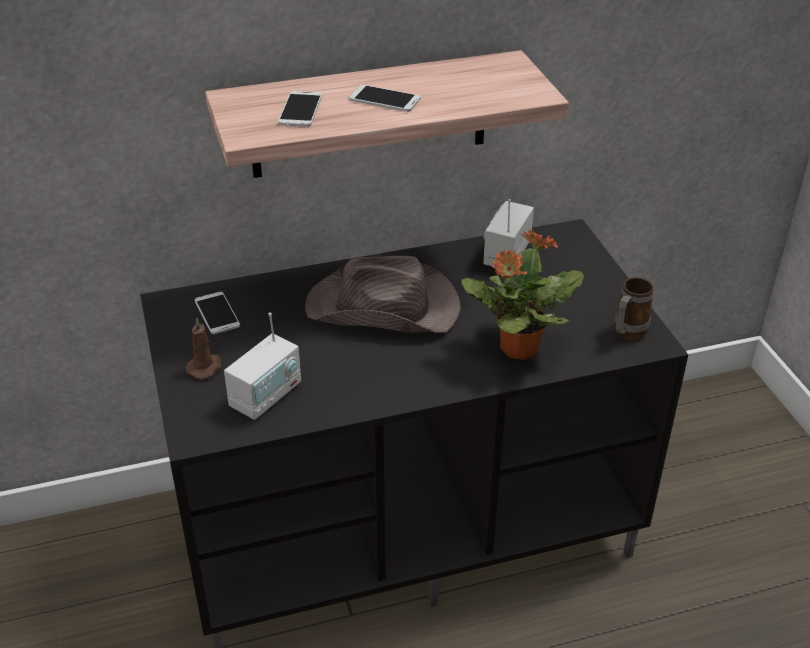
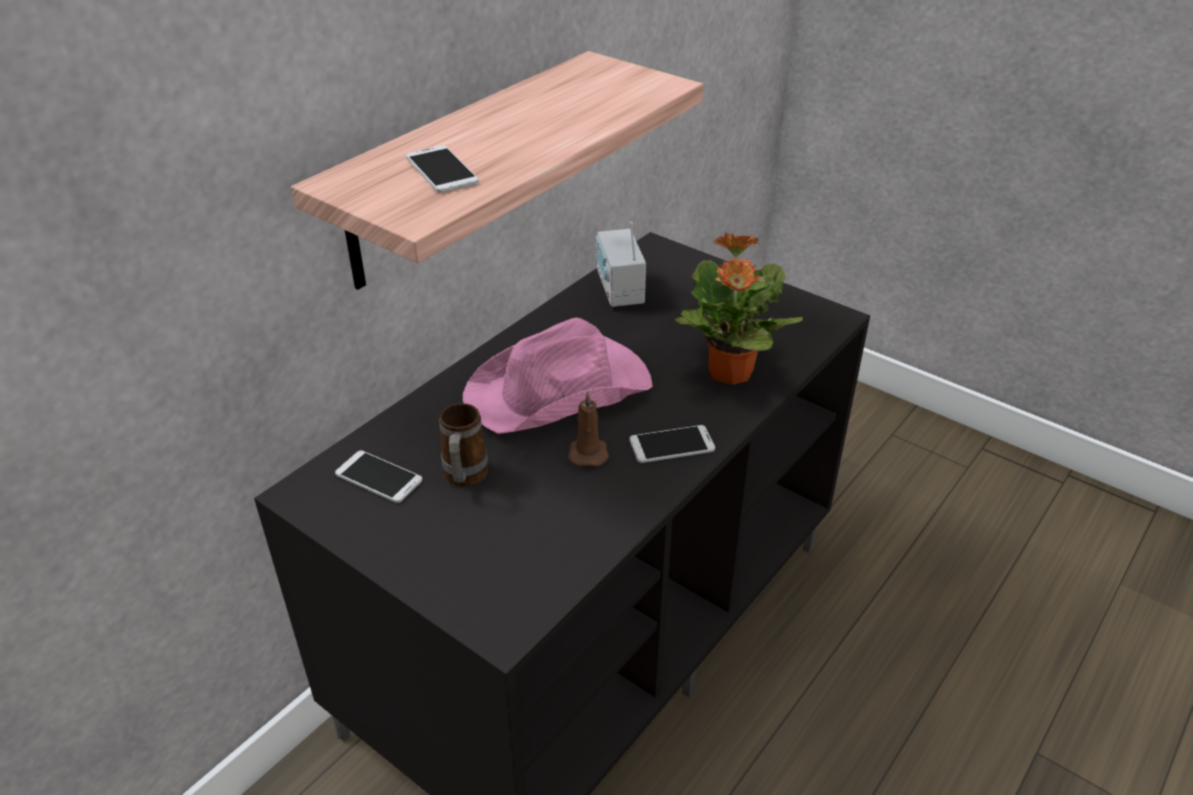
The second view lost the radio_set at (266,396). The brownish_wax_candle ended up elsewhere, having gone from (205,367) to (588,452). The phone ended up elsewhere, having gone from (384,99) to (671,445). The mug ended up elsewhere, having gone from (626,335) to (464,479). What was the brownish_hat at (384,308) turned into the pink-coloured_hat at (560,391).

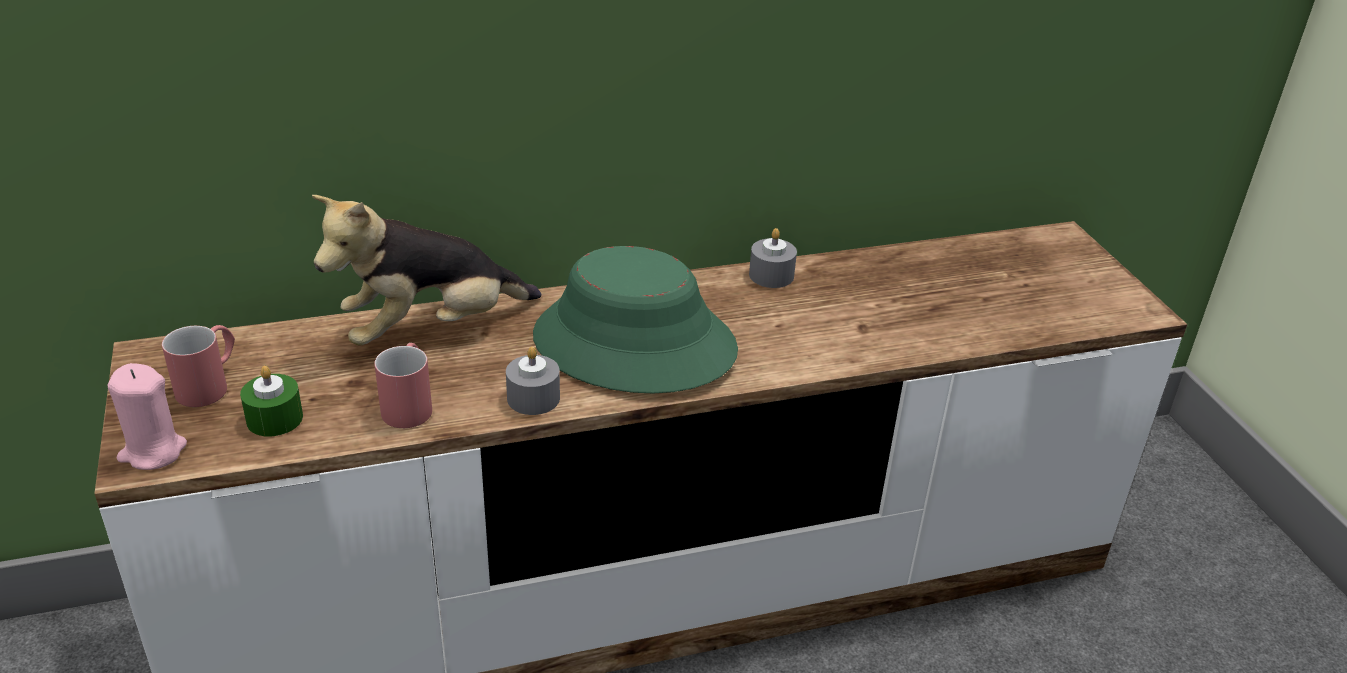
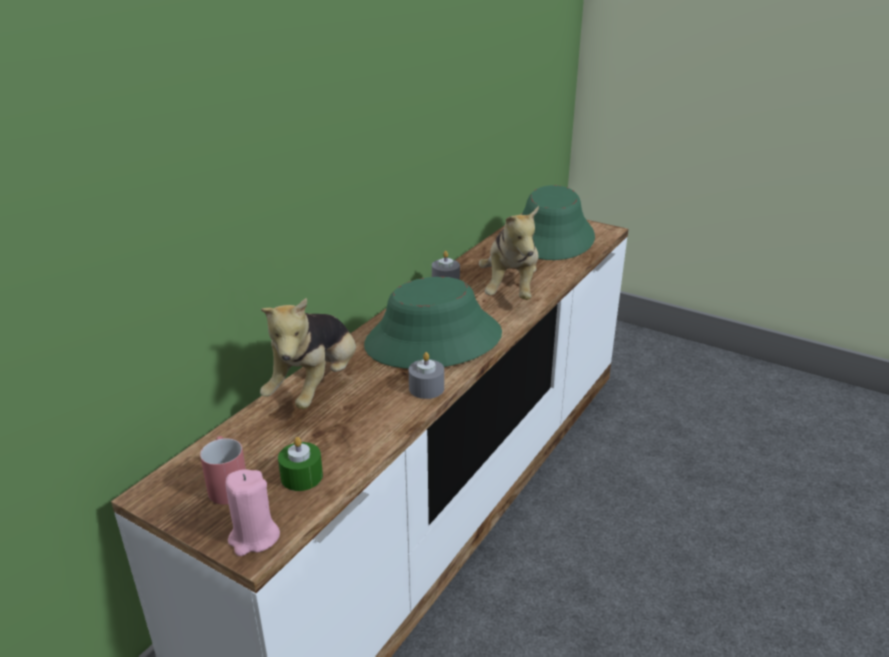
The second view lost the red-coloured_mug at (409,404). The second view gained the soft_toy at (511,289). The second view gained the green-coloured_hat at (551,237).

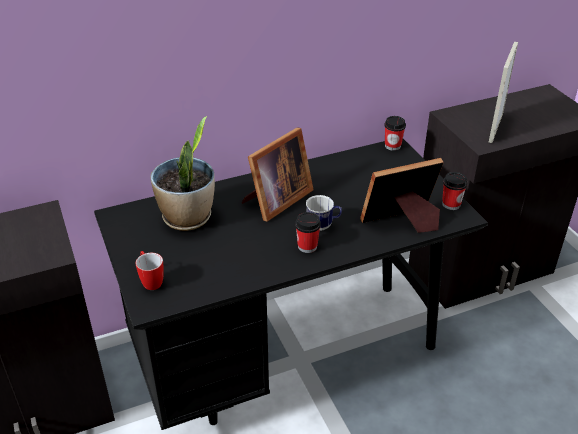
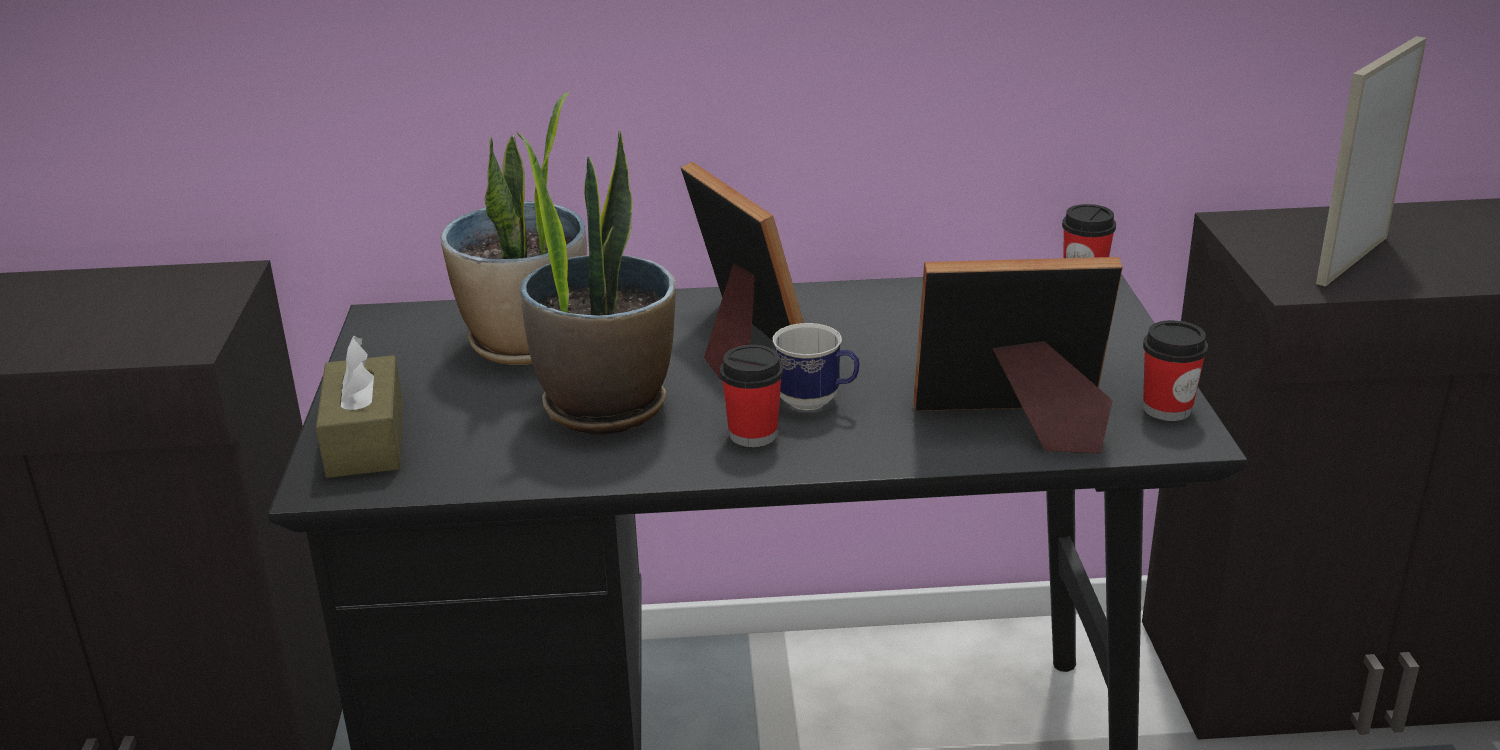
The second view gained the potted_plant at (605,406). Where the mug stood at (150,281), the brownish_tissue_holder came to stand at (366,439). The picture_frame at (275,200) ended up facing another way, 90 degrees counterclockwise from before.

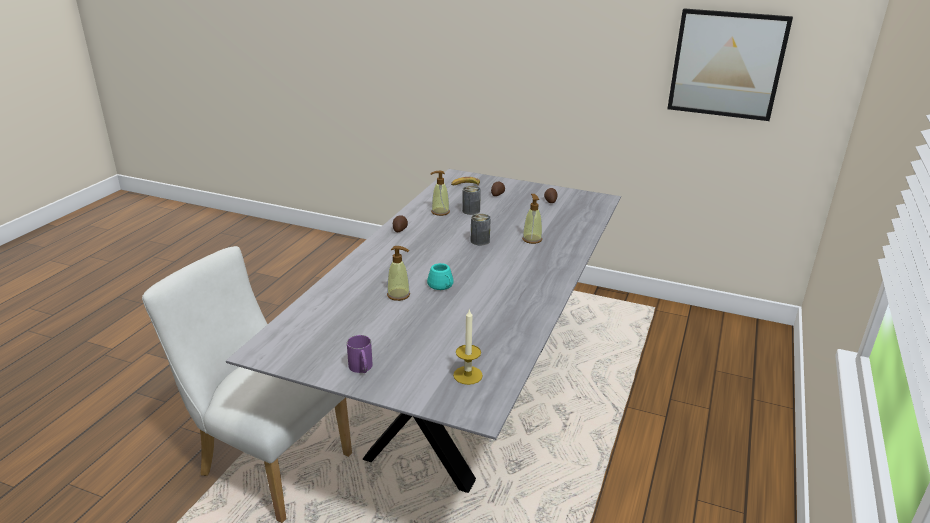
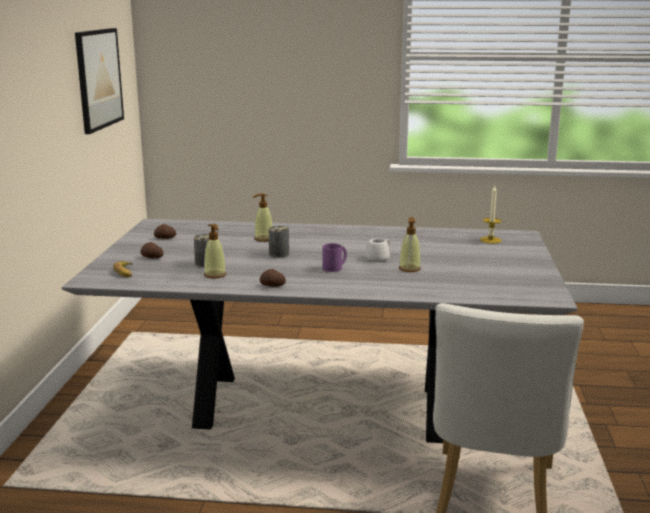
The purplish_mug ended up elsewhere, having gone from (361,368) to (335,267). What was the turquoise_mug at (442,286) turned into the white_mug at (379,257).

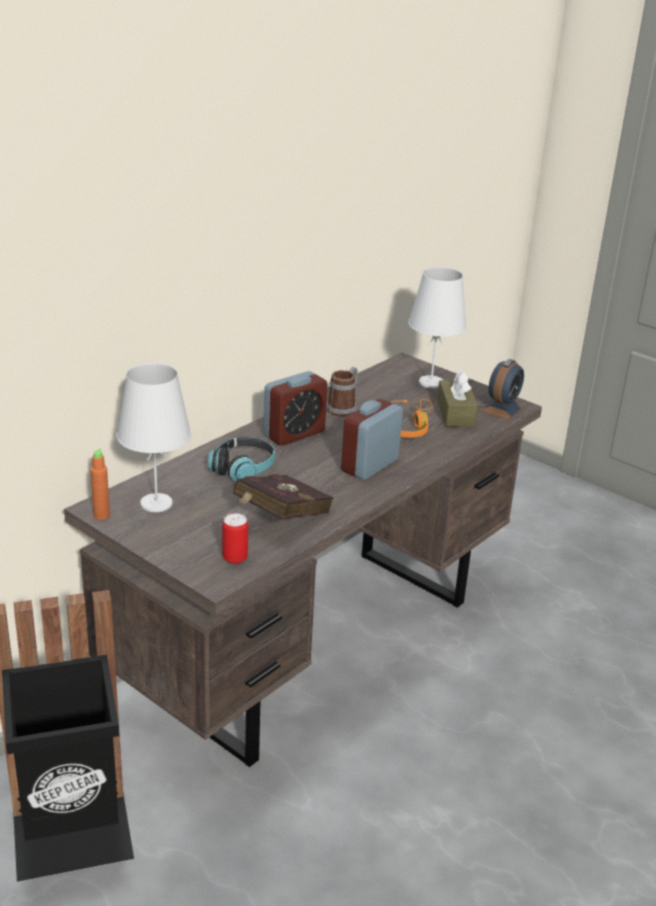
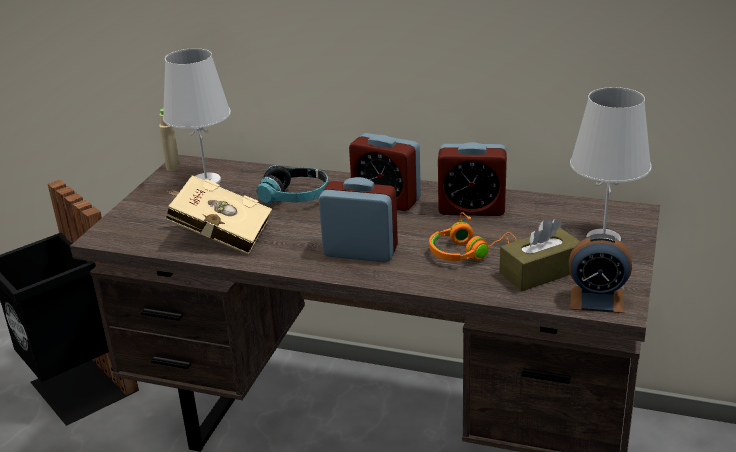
The second view lost the sealed_can at (235,558). Where the mug stood at (344,408), the bedside_clock came to stand at (471,209). What was the orange-coloured_bottle at (101,515) turned into the beige_bottle at (173,168). What was the red-coloured_bound_book at (279,519) turned into the beige_bound_book at (219,235).

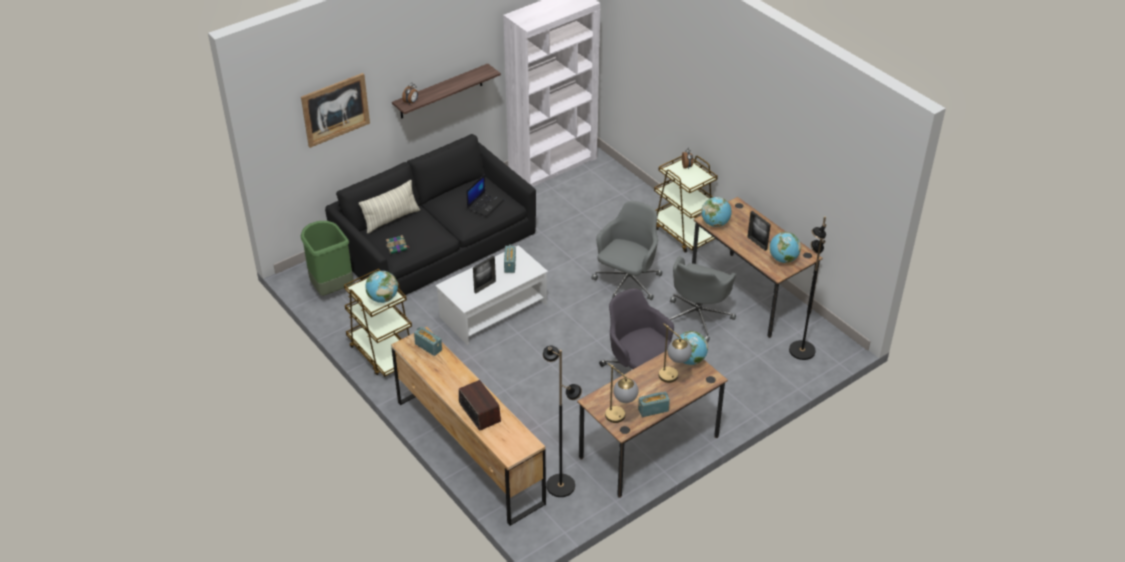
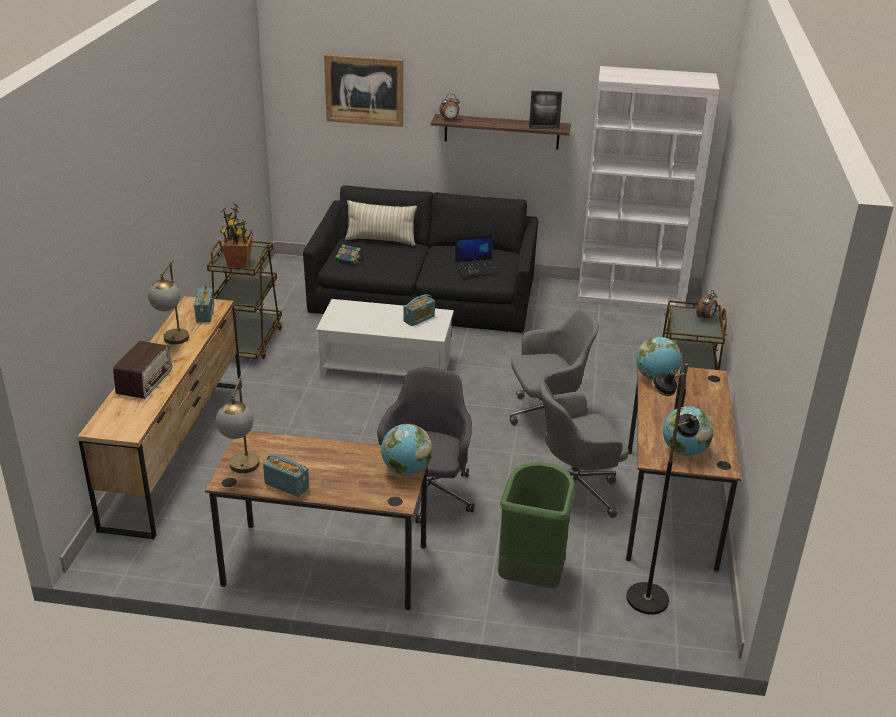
The second view lost the black_standing_lamp at (561,485). The green-coloured_waste_bin ended up elsewhere, having gone from (330,288) to (531,576). The picture_frame ended up elsewhere, having gone from (485,286) to (544,128). The tabletop_lamp ended up elsewhere, having gone from (673,379) to (173,343). Where the world_globe stood at (383,298), the potted_plant came to stand at (239,264).

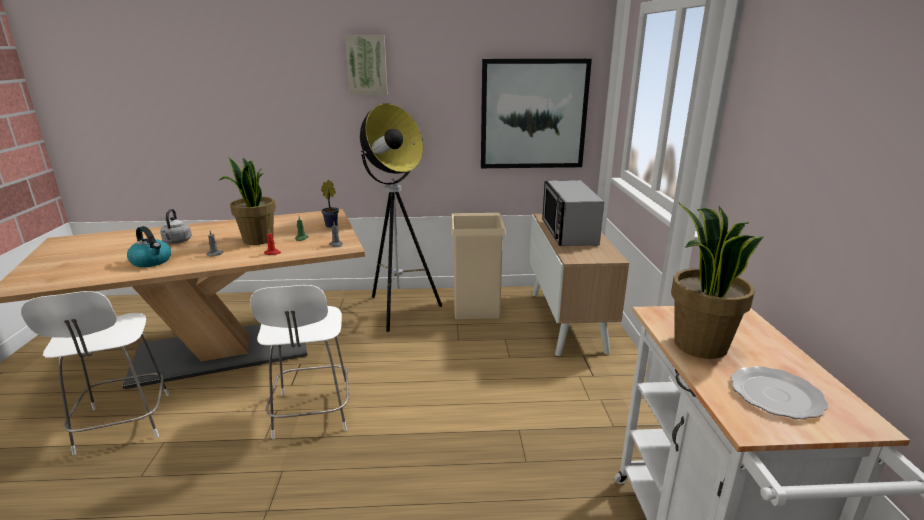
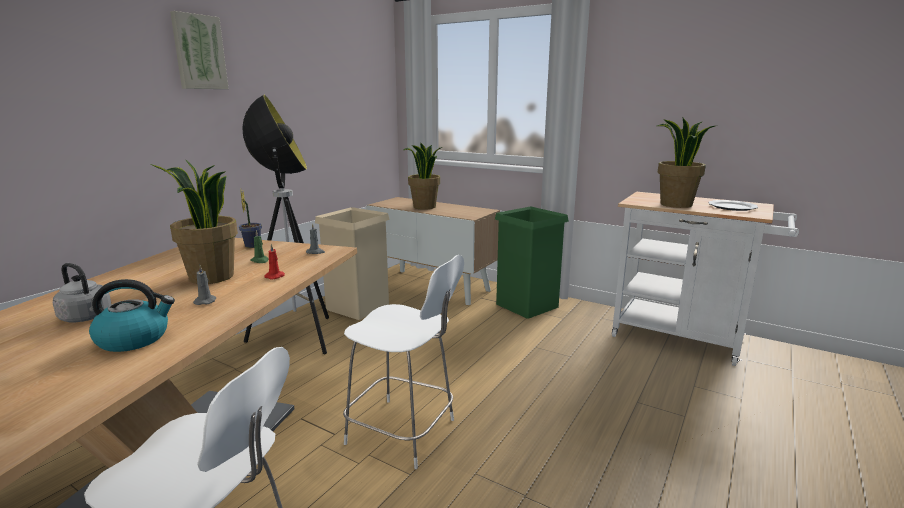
The second view lost the picture at (533,114). The second view gained the green-coloured_waste_bin at (527,305). Where the microwave_oven stood at (568,232), the potted_plant came to stand at (424,207).

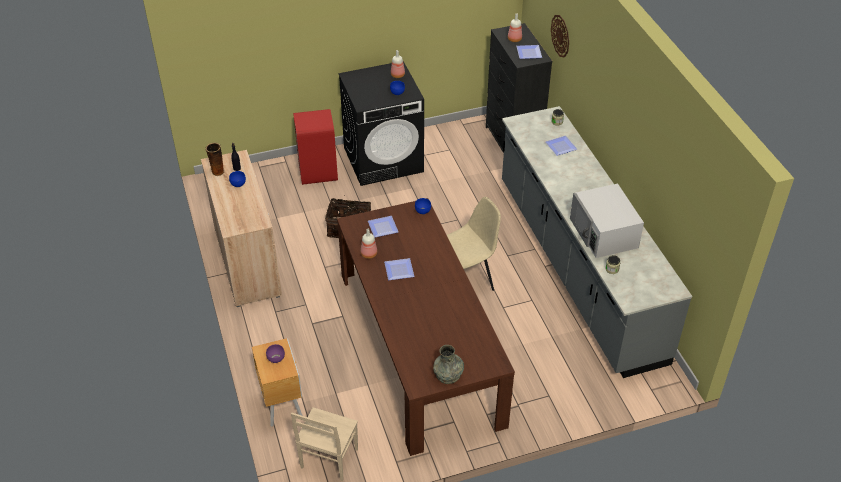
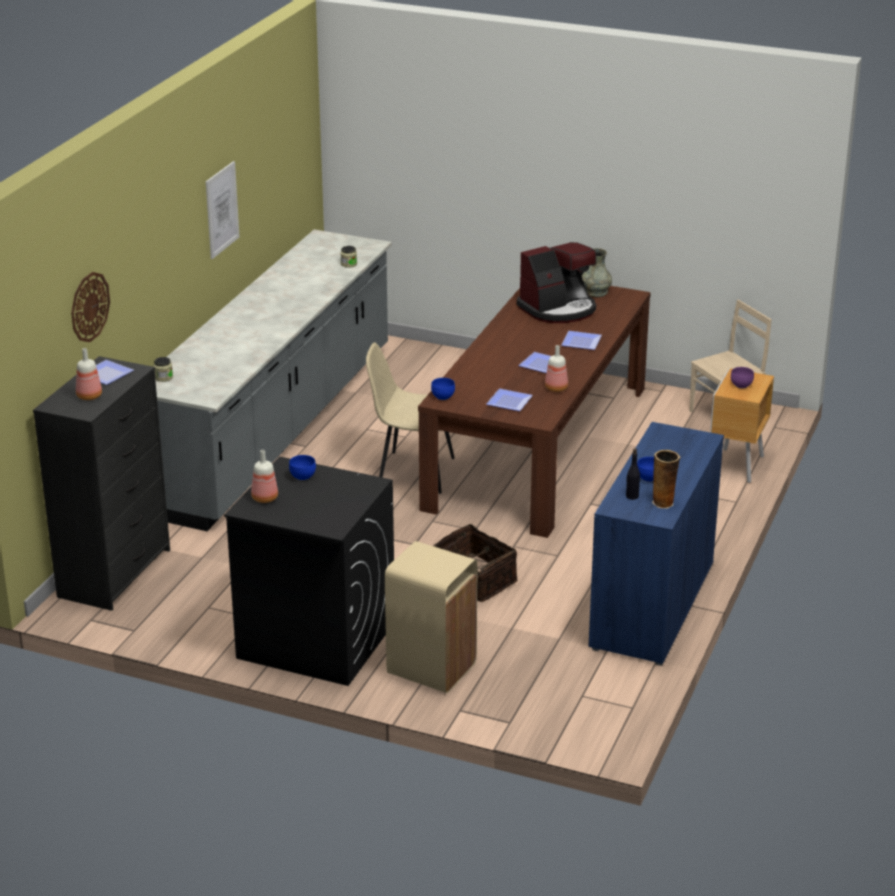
The second view lost the white_microwave_oven at (604,233). The second view gained the picture at (222,209). The second view gained the coffee_machine at (558,309). The plate ended up elsewhere, having gone from (560,147) to (583,342). What was the beige_storage_cabinet at (247,261) turned into the blue-coloured_storage_cabinet at (652,606). What was the red-coloured_waste_bin at (318,173) turned into the beige_waste_bin at (431,668).

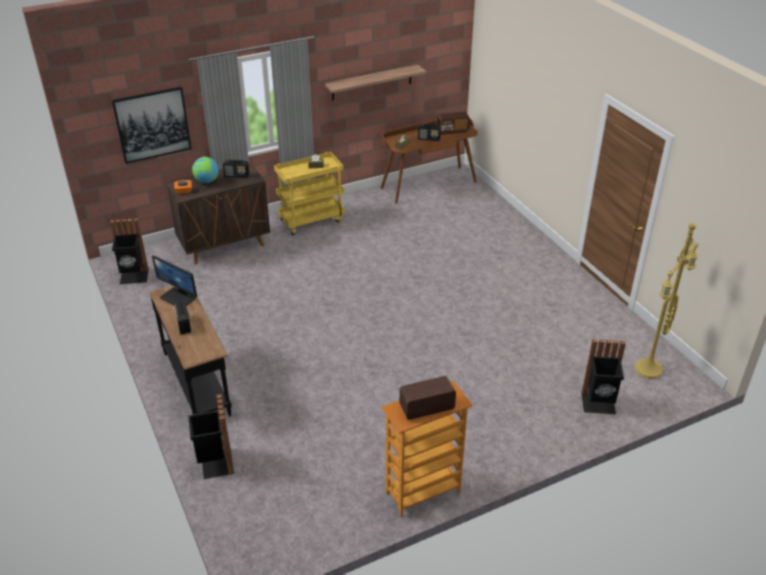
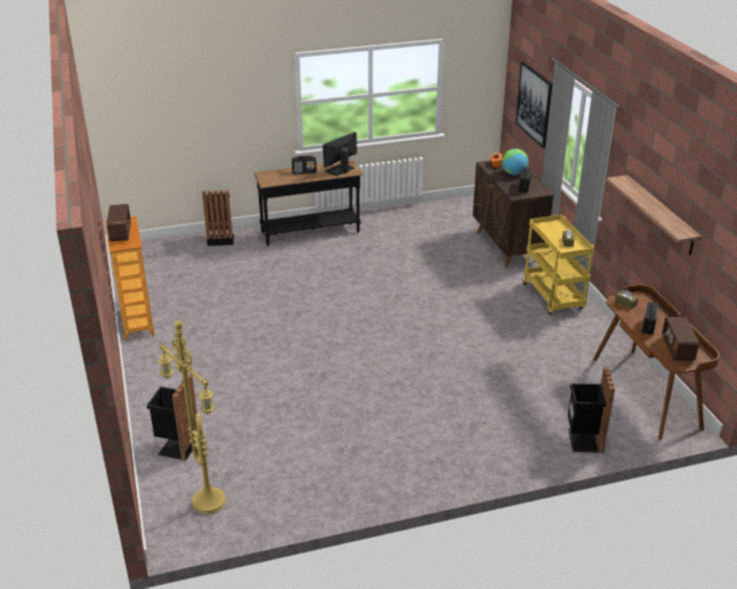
The black_waste_bin ended up elsewhere, having gone from (134,277) to (583,440).

